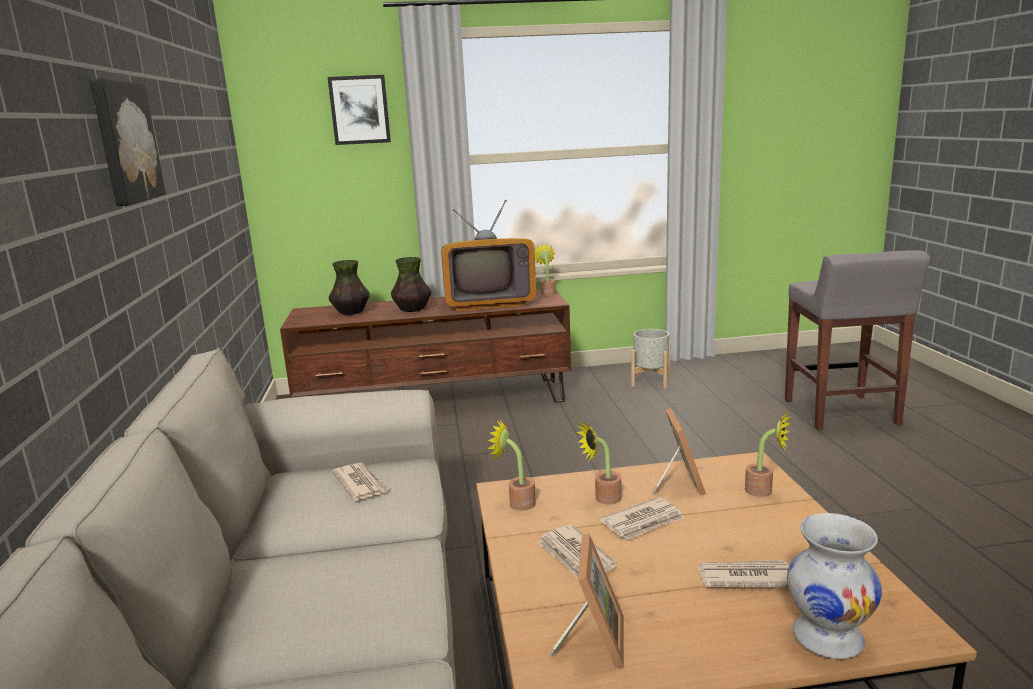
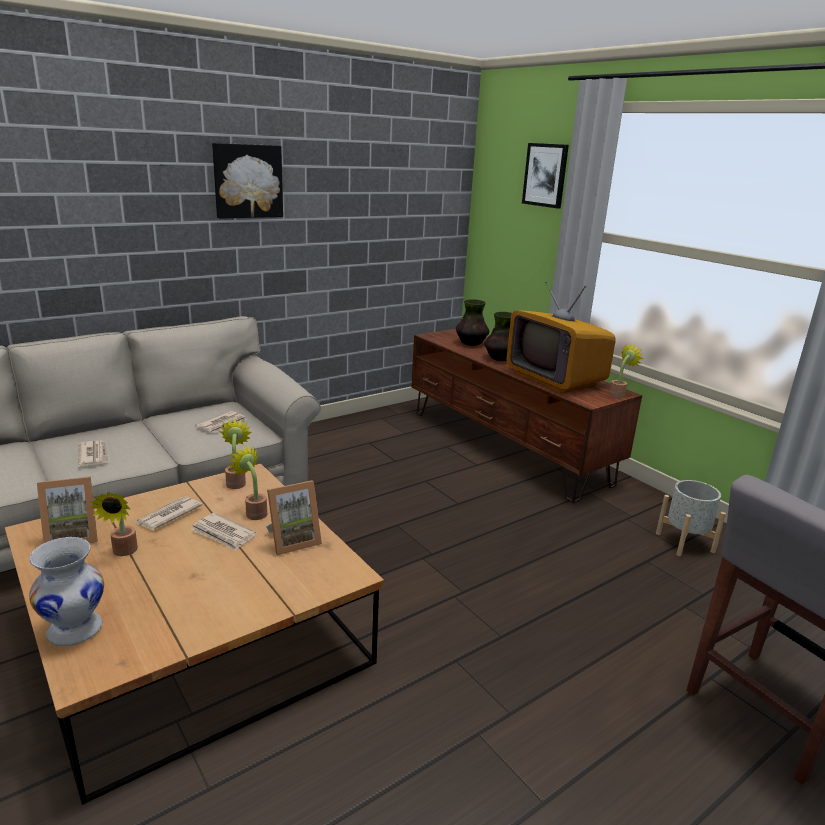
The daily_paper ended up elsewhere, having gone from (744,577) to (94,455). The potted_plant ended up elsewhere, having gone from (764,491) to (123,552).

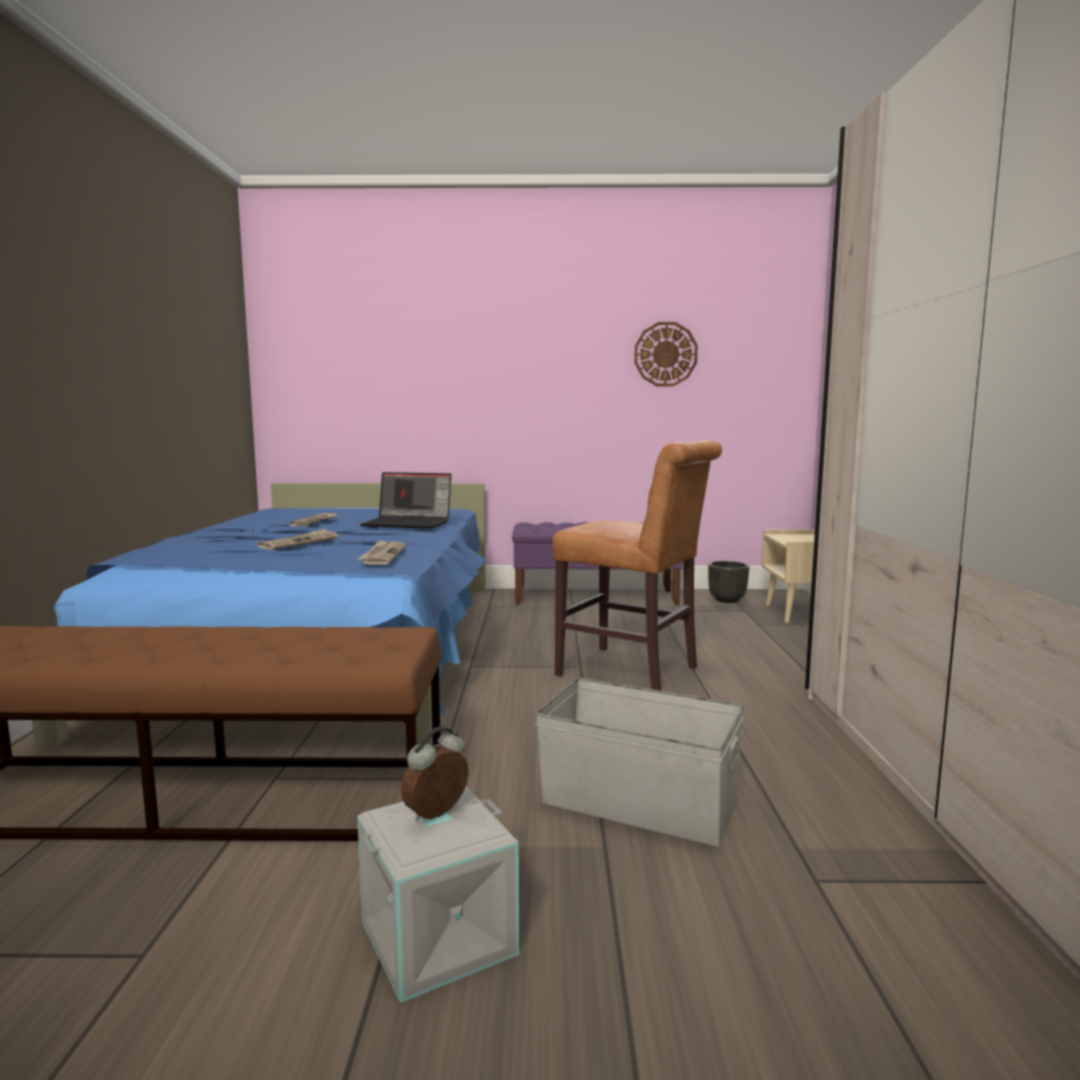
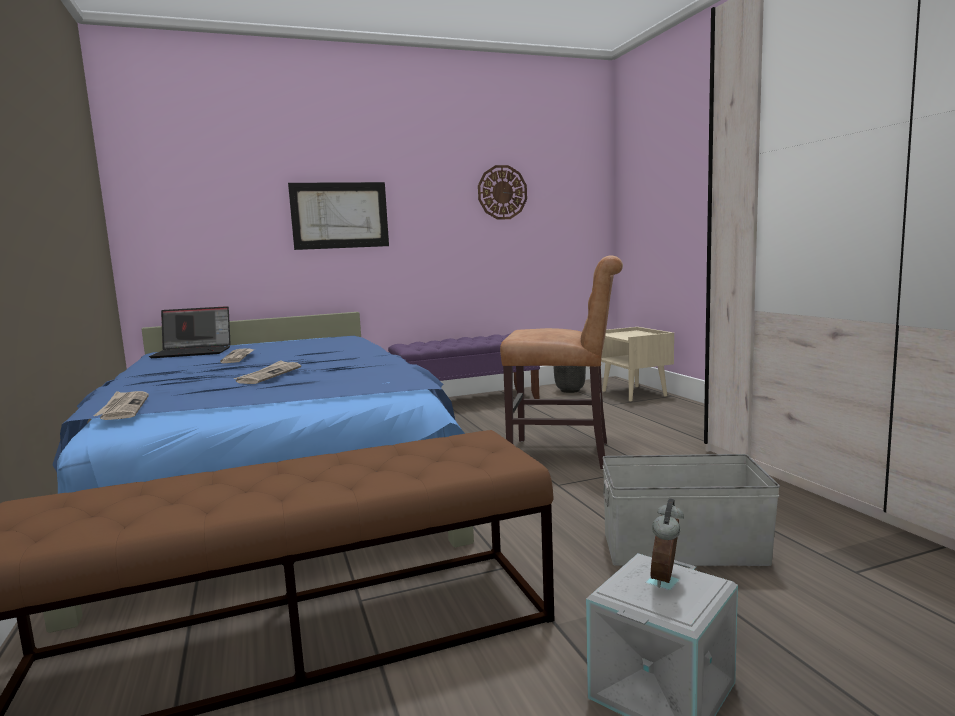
The second view gained the picture at (340,215). The daily_paper ended up elsewhere, having gone from (382,555) to (123,408). The laptop ended up elsewhere, having gone from (409,523) to (194,352).

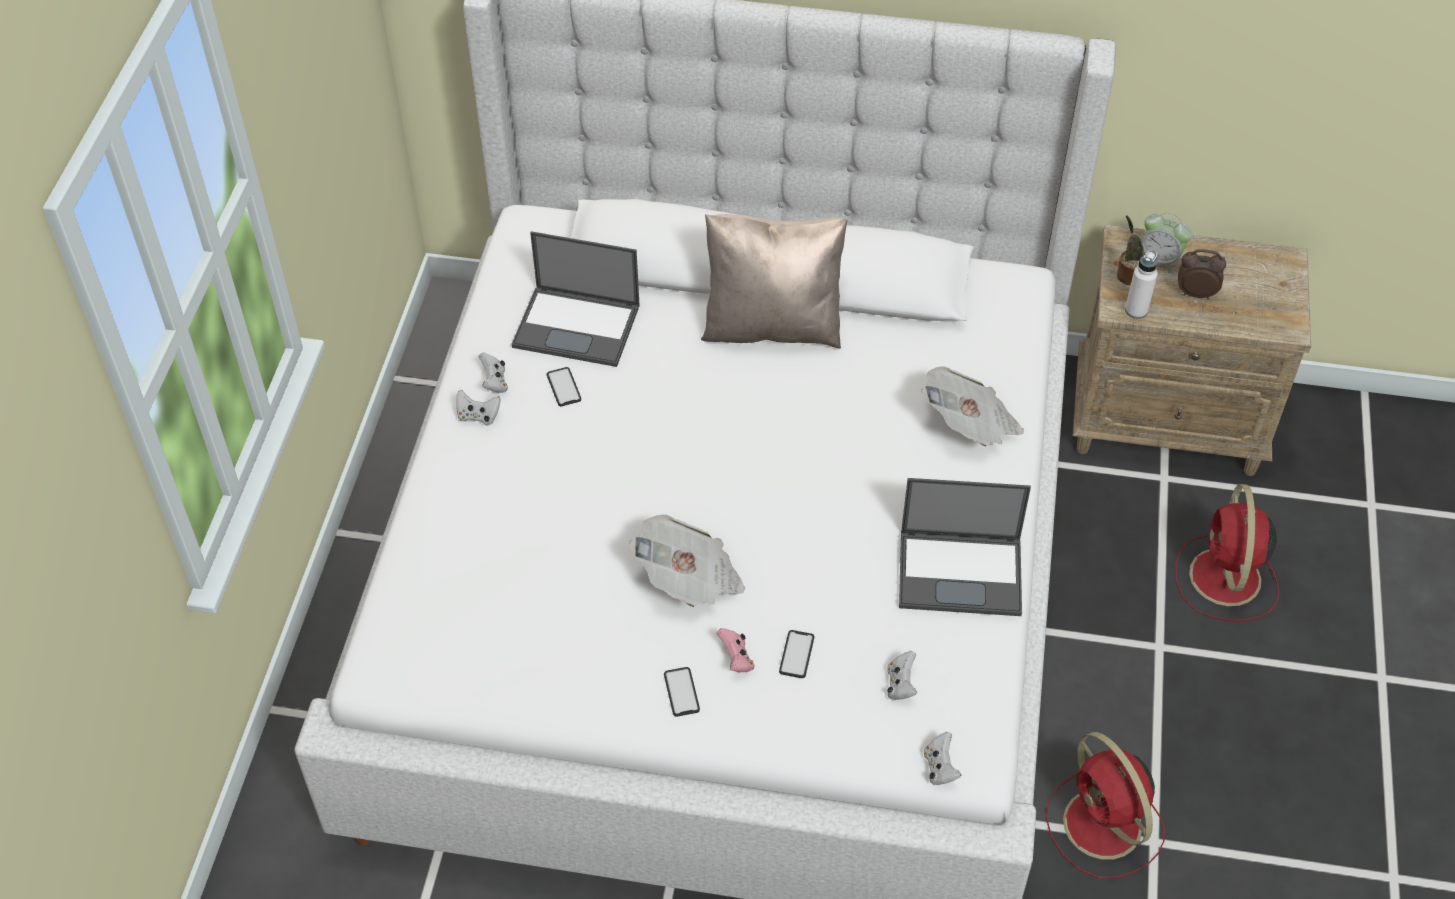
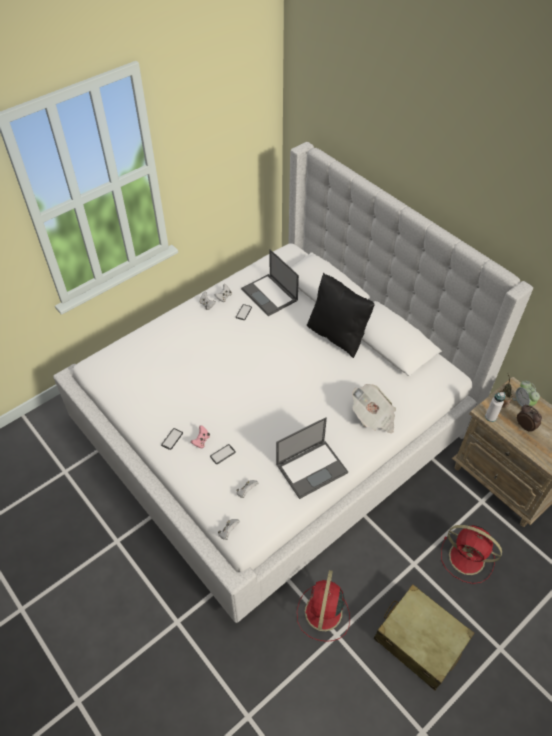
The second view lost the daily_paper at (689,579). The second view gained the beige_suitcase at (420,640). What was the beige_throw_pillow at (772,325) turned into the black_throw_pillow at (337,335). The laptop at (962,572) ended up facing another way, 75 degrees counterclockwise from before. The red-coloured_electric_fan at (1225,580) ended up facing another way, 105 degrees counterclockwise from before.

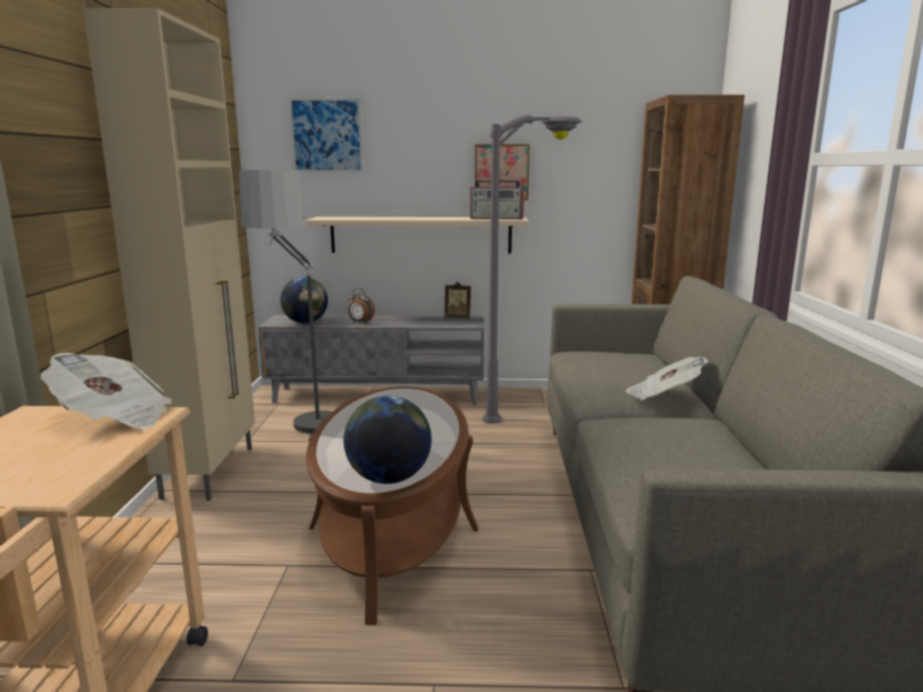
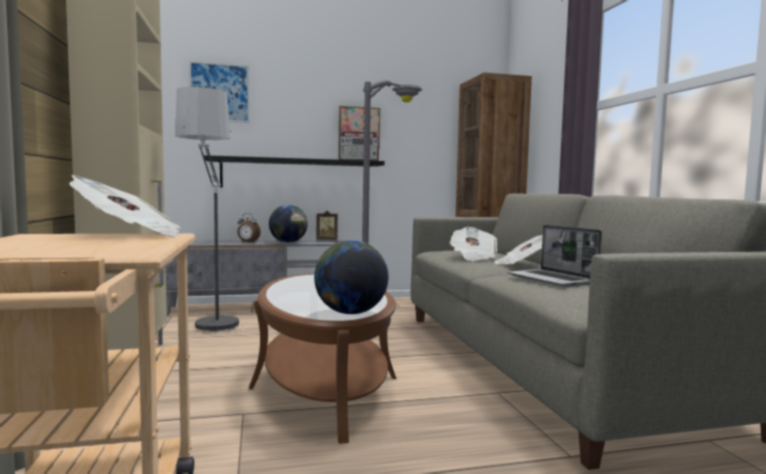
The second view gained the daily_paper at (473,257). The second view gained the laptop at (553,279). The world_globe ended up elsewhere, having gone from (306,322) to (288,242). What was the beige_bracket_shelf at (421,235) turned into the black_bracket_shelf at (295,174).

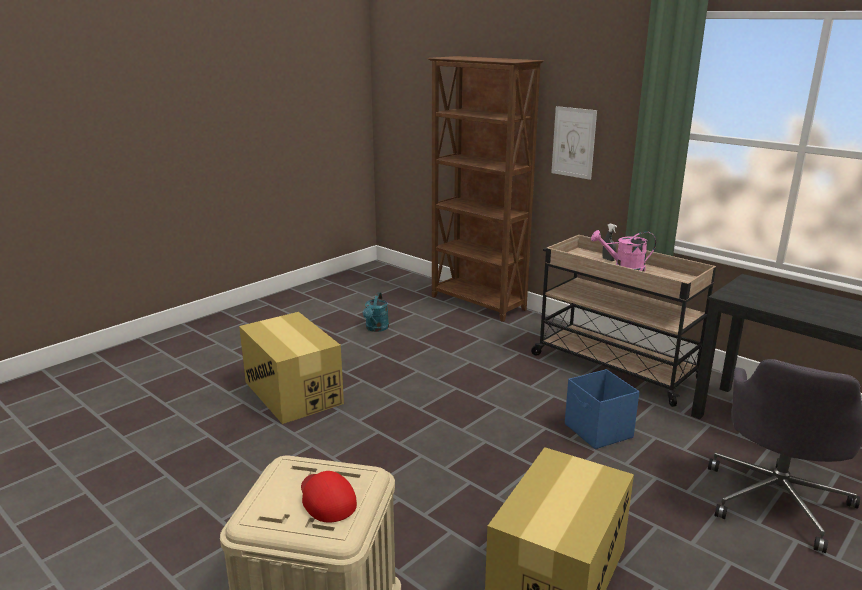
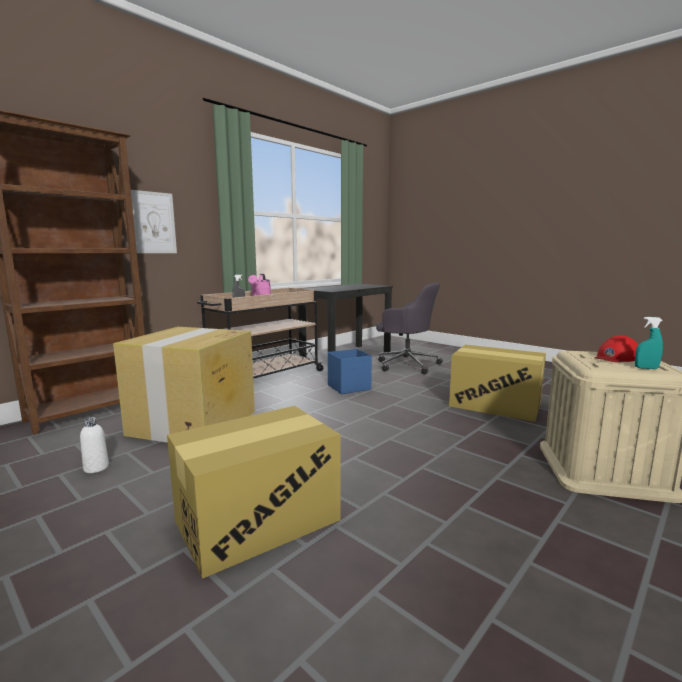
The second view gained the packing_box at (192,423). The second view gained the turquoise_hand_sprayer at (646,368). Where the turquoise_watering_pot stood at (376,328), the white_bottle came to stand at (96,468).

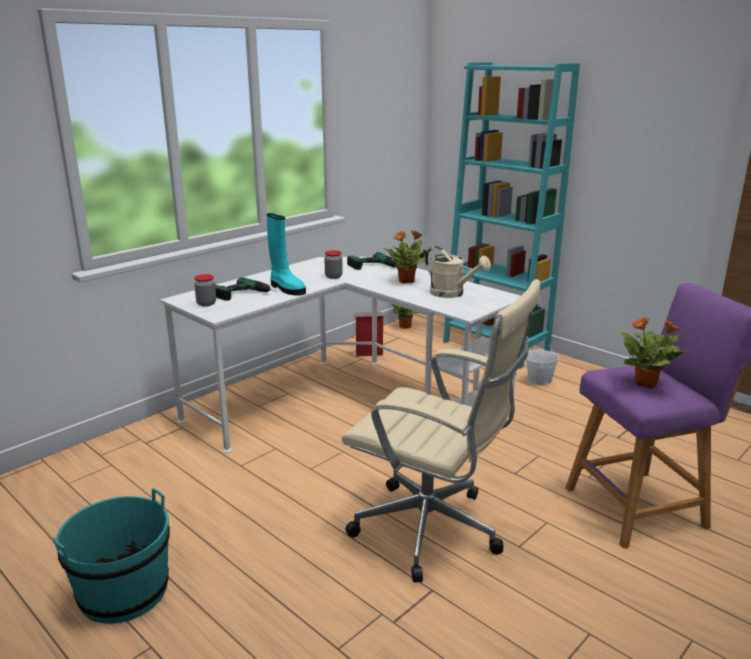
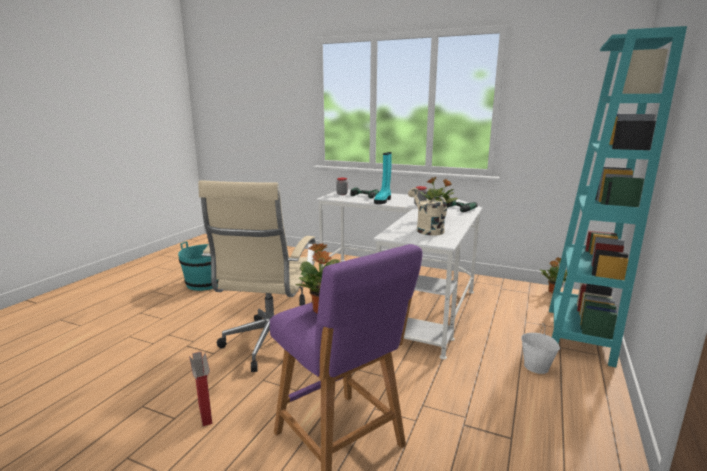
The packing_box ended up elsewhere, having gone from (370,354) to (205,414). The beige_watering_pot at (452,294) ended up facing another way, 135 degrees clockwise from before.

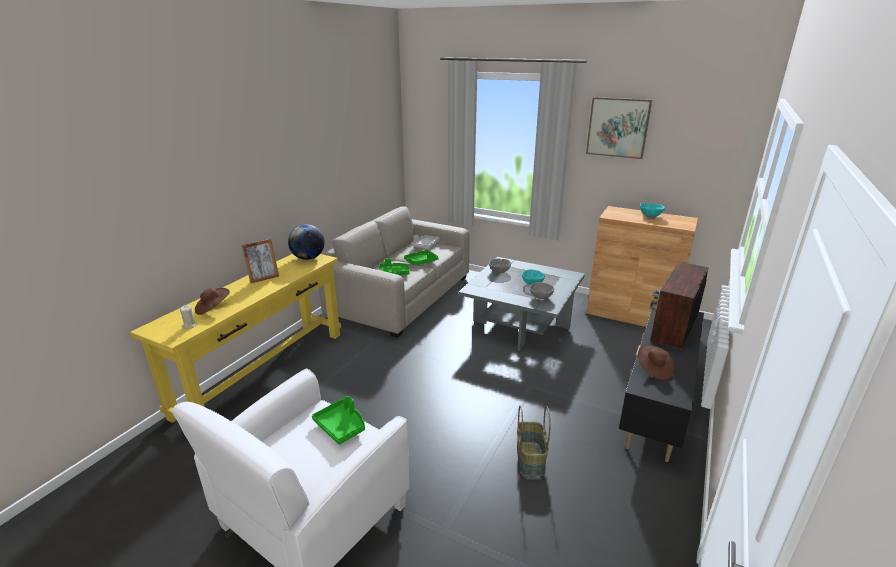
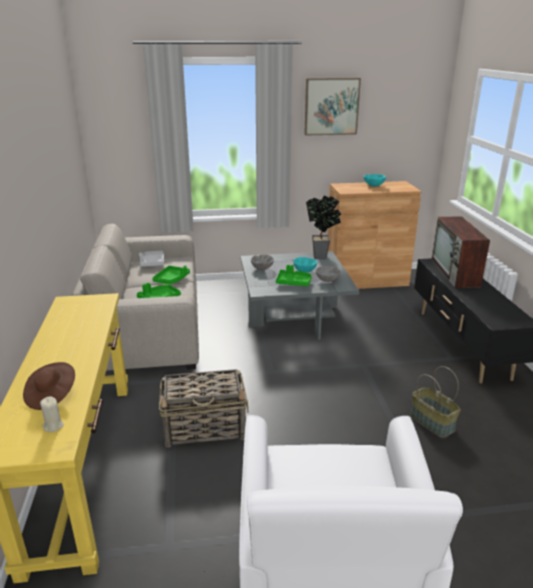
The second view lost the picture_frame at (263,278). The second view lost the world_globe at (308,258). The second view lost the brownish_hat at (653,369). The second view gained the household_basket at (205,427). The second view gained the potted_plant at (322,256). The green-coloured_tray ended up elsewhere, having gone from (341,426) to (293,282).

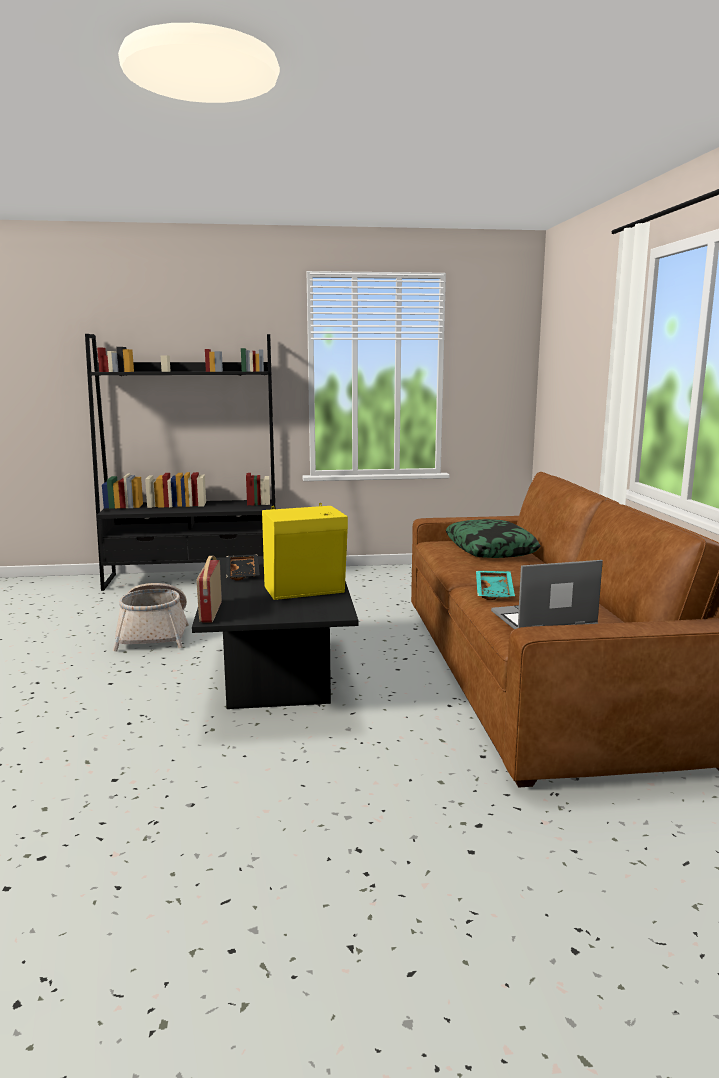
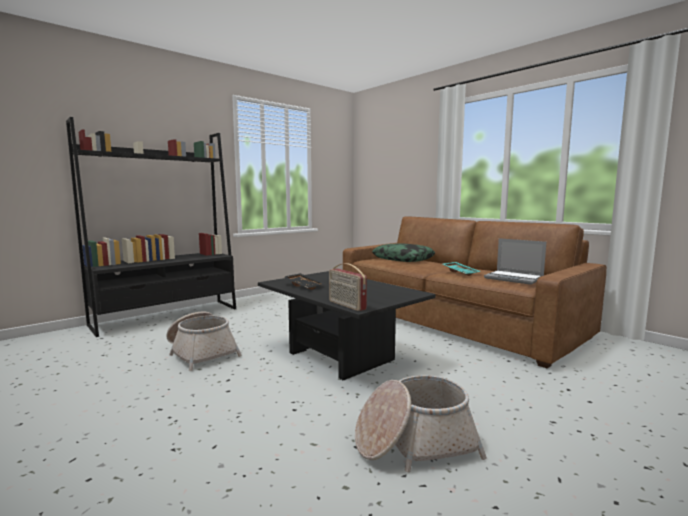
The second view lost the yellowish_audio_speaker at (306,590). The second view gained the household_basket at (414,442). The laptop at (542,621) ended up facing another way, 90 degrees counterclockwise from before.

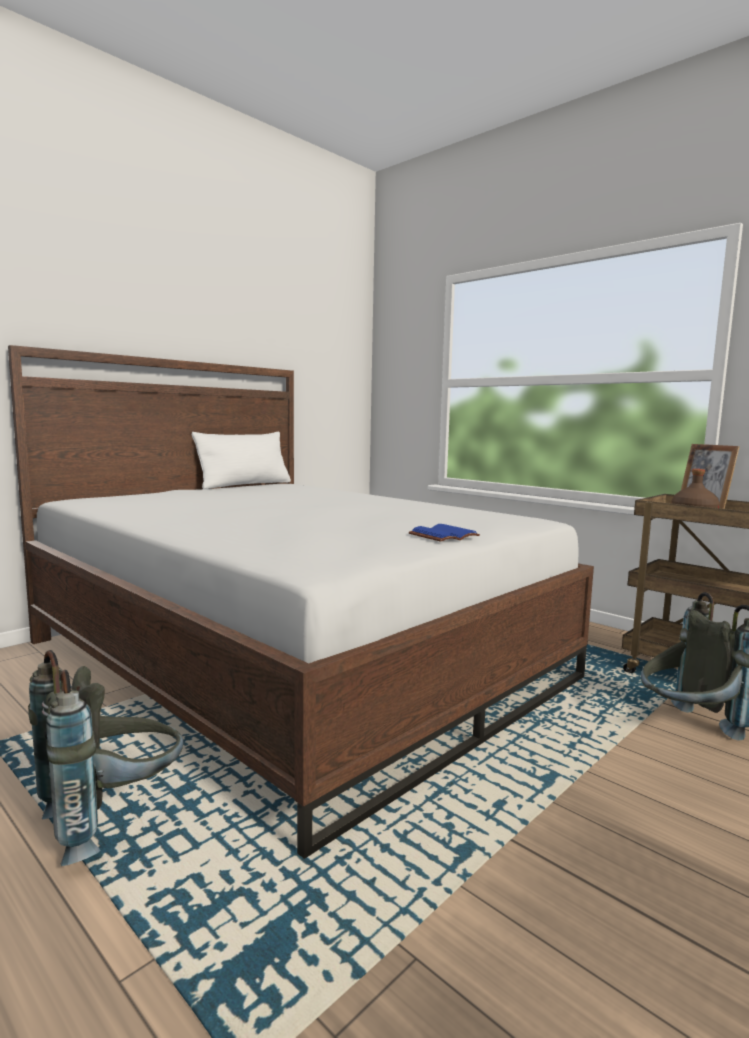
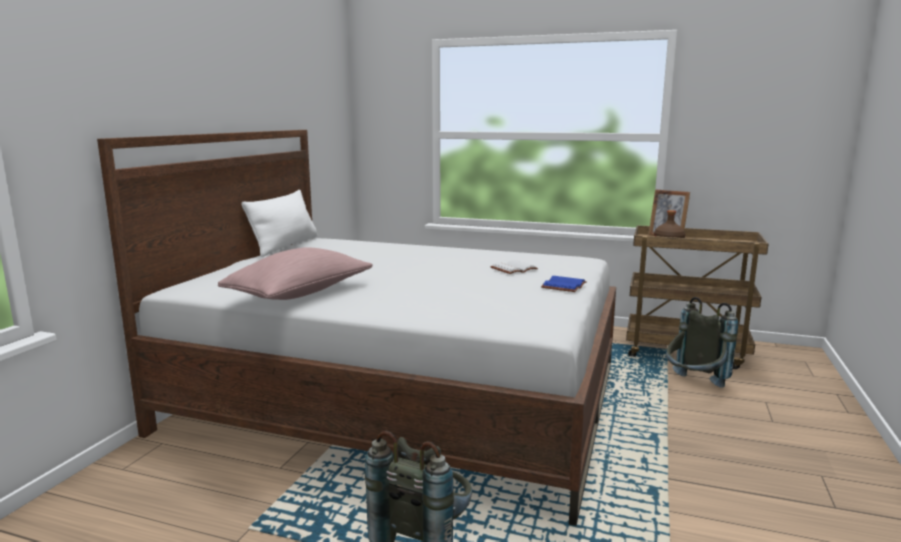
The second view gained the pink-coloured_throw_pillow at (301,294). The second view gained the white_bound_book at (513,269).

